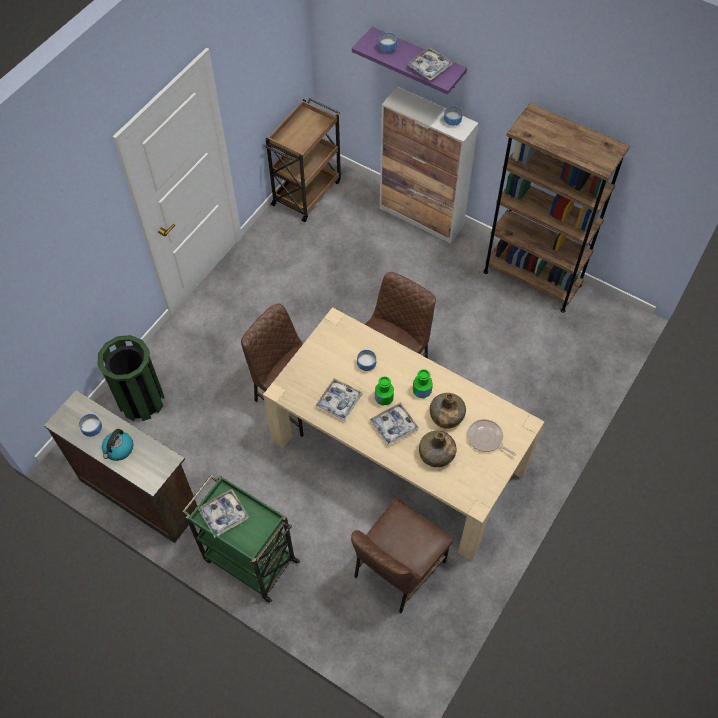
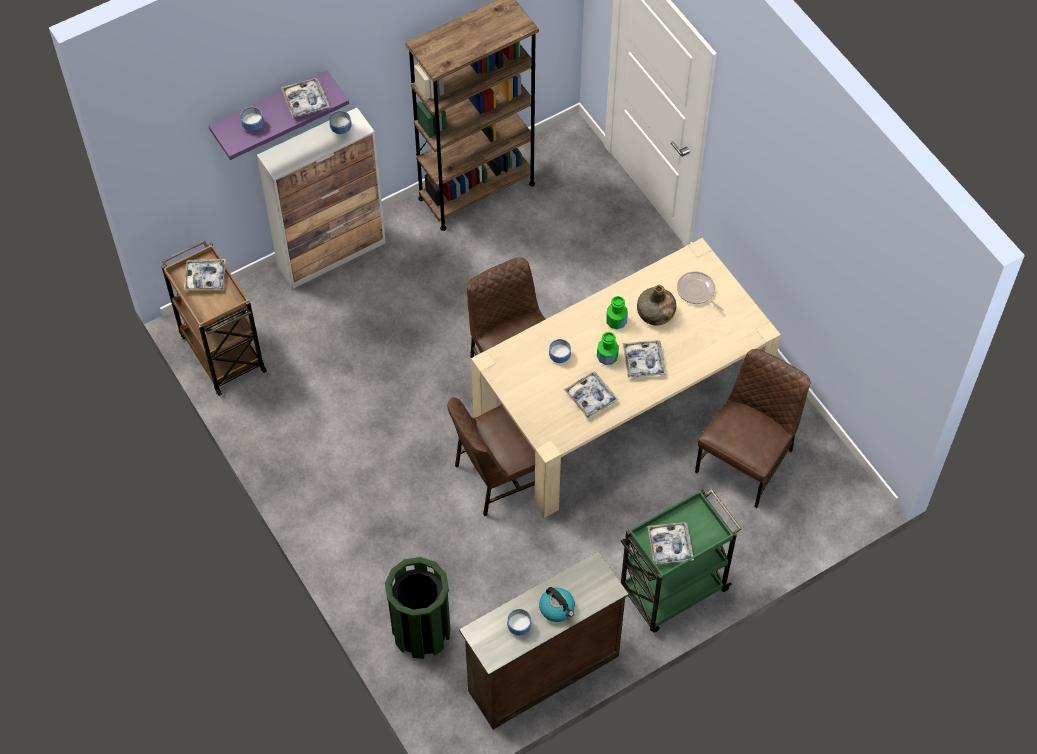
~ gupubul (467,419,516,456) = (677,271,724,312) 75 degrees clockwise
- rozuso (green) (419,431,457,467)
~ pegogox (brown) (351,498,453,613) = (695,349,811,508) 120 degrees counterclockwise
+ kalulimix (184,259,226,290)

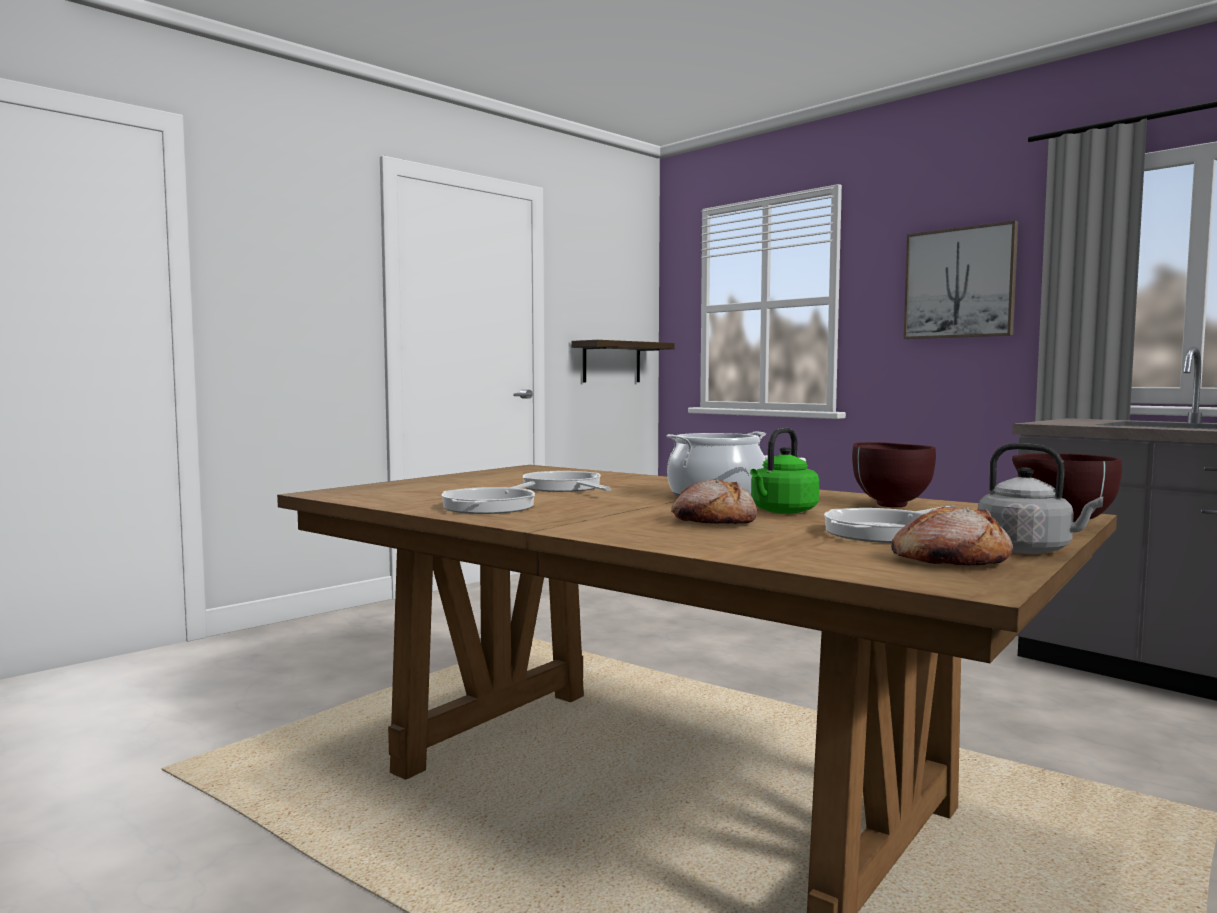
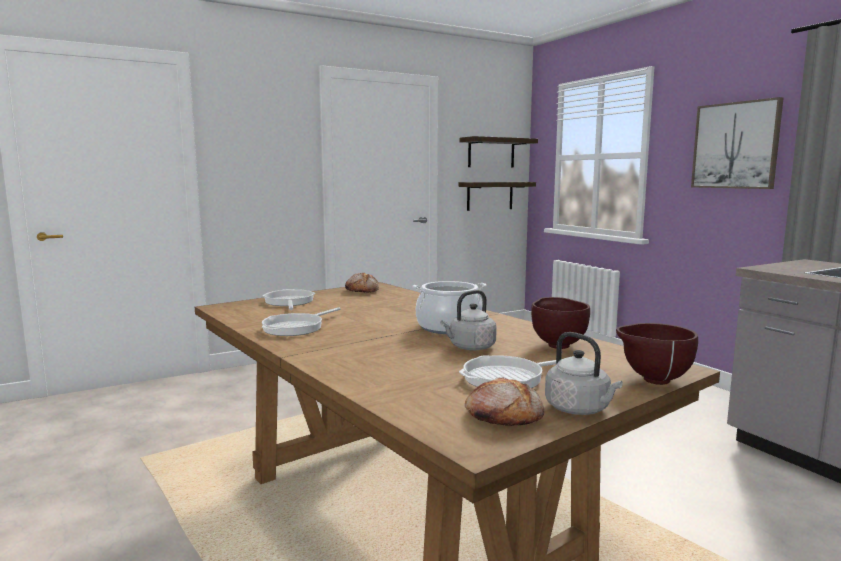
~ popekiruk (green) (750,428,819,514) to popekiruk (grey) (440,290,497,351)
~ gupubul (522,471,611,492) to (262,289,315,310)
~ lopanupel (671,479,757,524) to (345,273,379,292)
+ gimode (460,136,538,168)

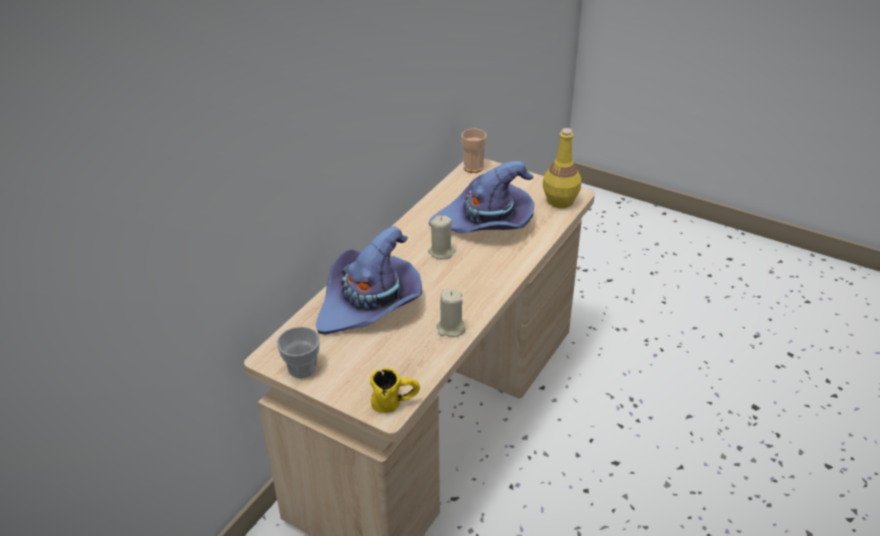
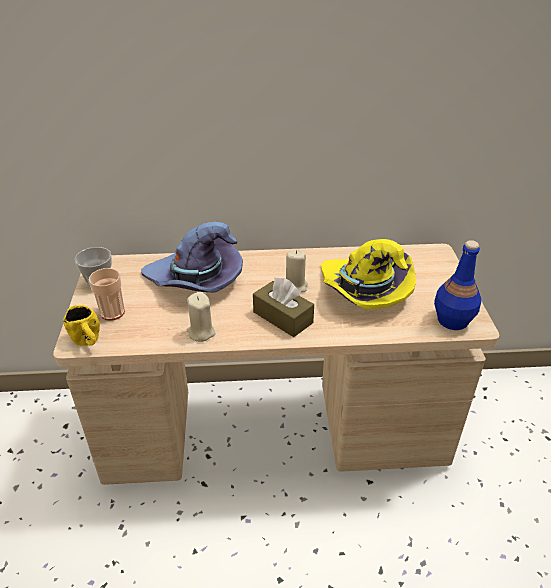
~ rozuso (yellow) (543,128,581,208) to rozuso (blue) (434,240,481,330)
~ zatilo (461,129,487,173) to (89,268,125,321)
~ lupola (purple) (429,161,534,233) to lupola (yellow) (321,239,416,309)
+ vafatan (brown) (253,278,314,337)

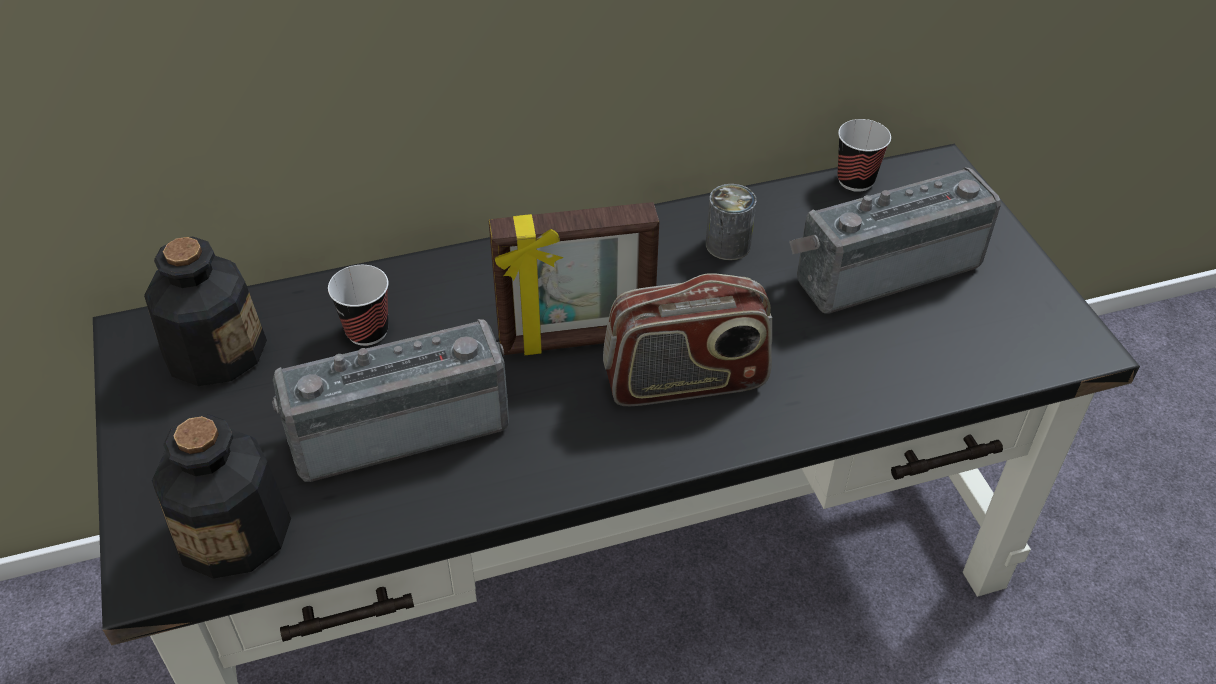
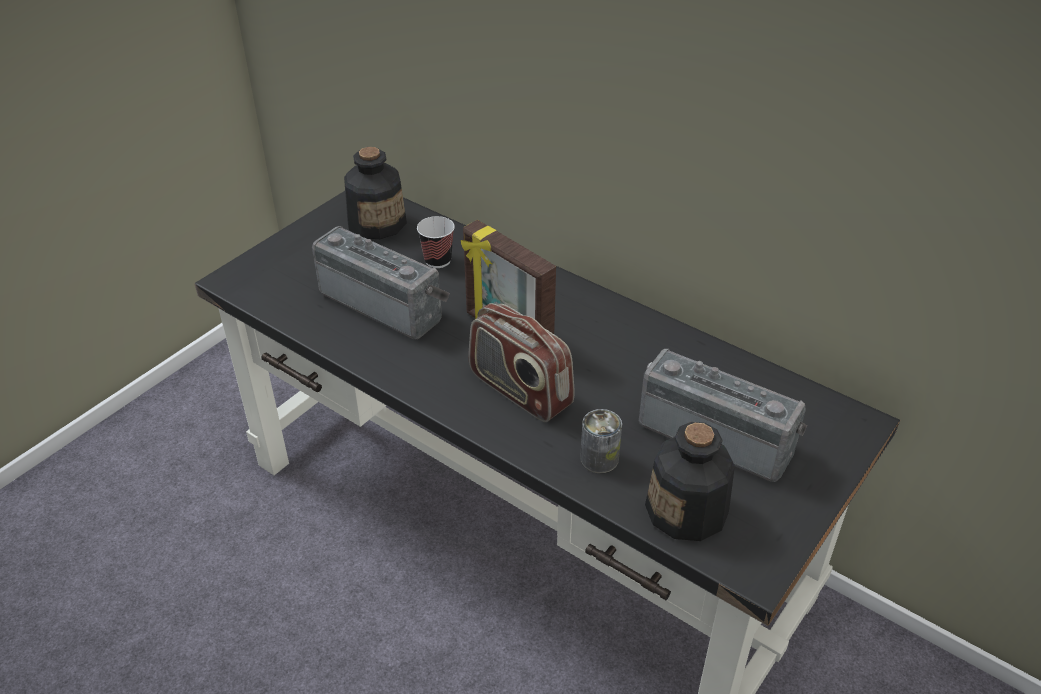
- zatilo (837,119,891,192)
~ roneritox (706,184,756,261) to (580,409,622,473)
~ rozuso (152,414,291,579) to (645,422,735,541)

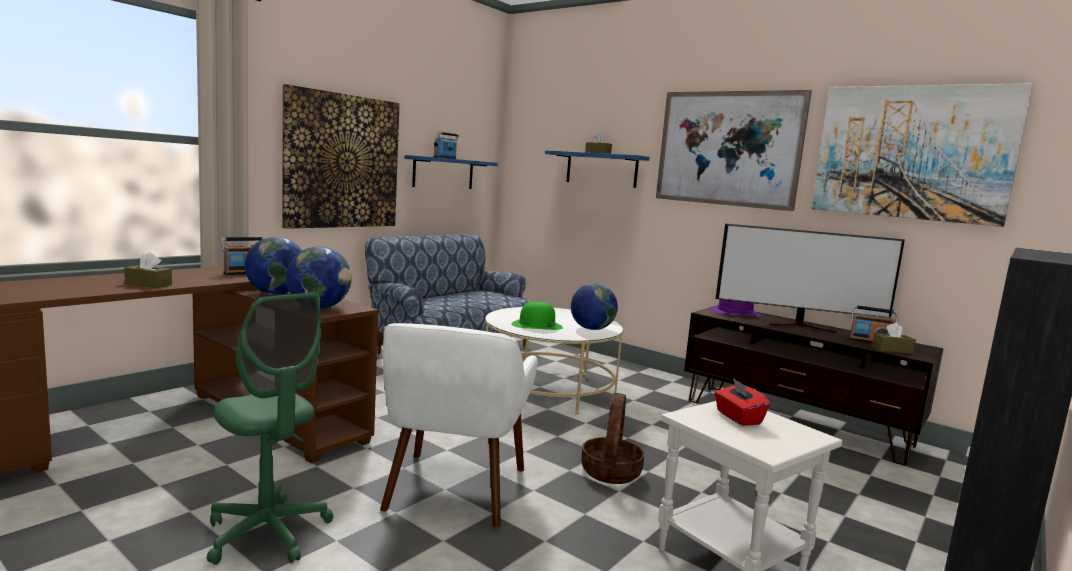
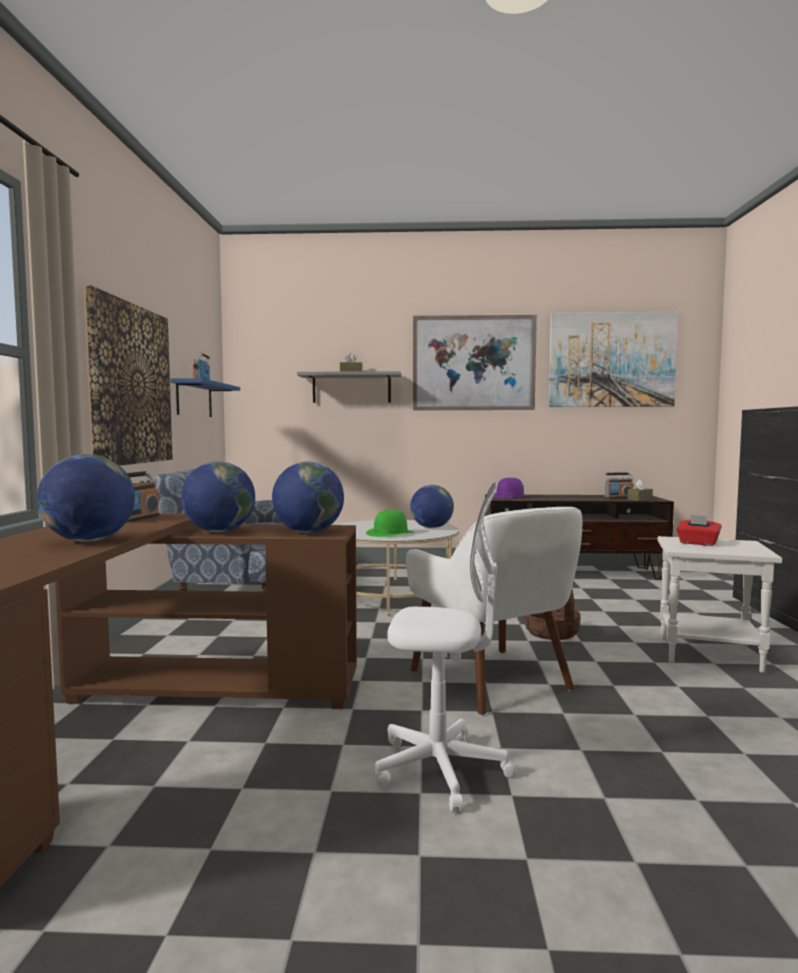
~ gimode (blue) (545,150,650,188) to gimode (grey) (297,371,401,403)
- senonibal (715,224,905,333)
~ vafatan (brown) (124,252,172,288) to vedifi (37,454,135,542)
~ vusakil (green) (207,293,333,565) to vusakil (white) (375,482,516,812)

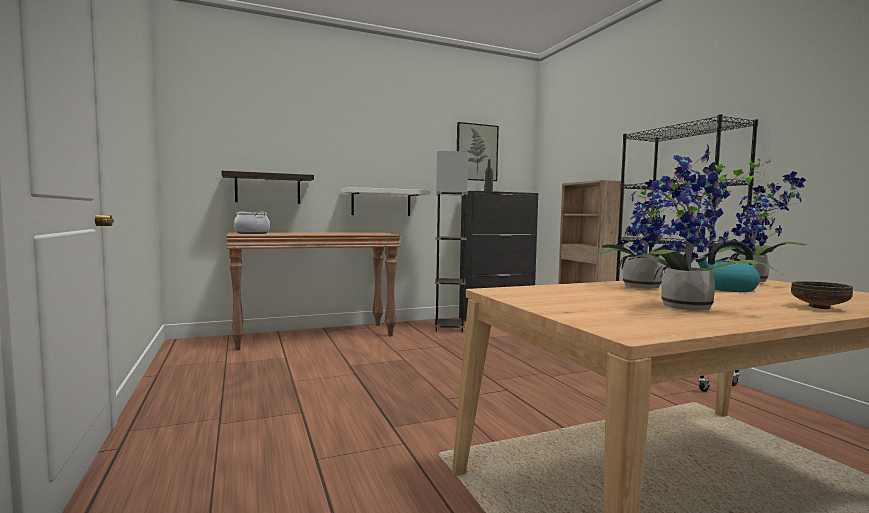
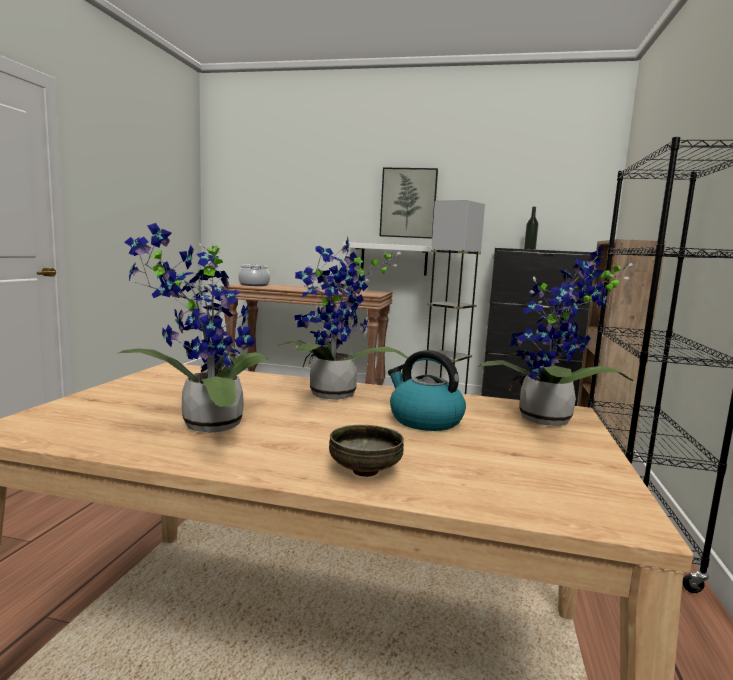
~ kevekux (457,122,499,181) to (380,168,438,239)
- gimode (222,171,314,204)

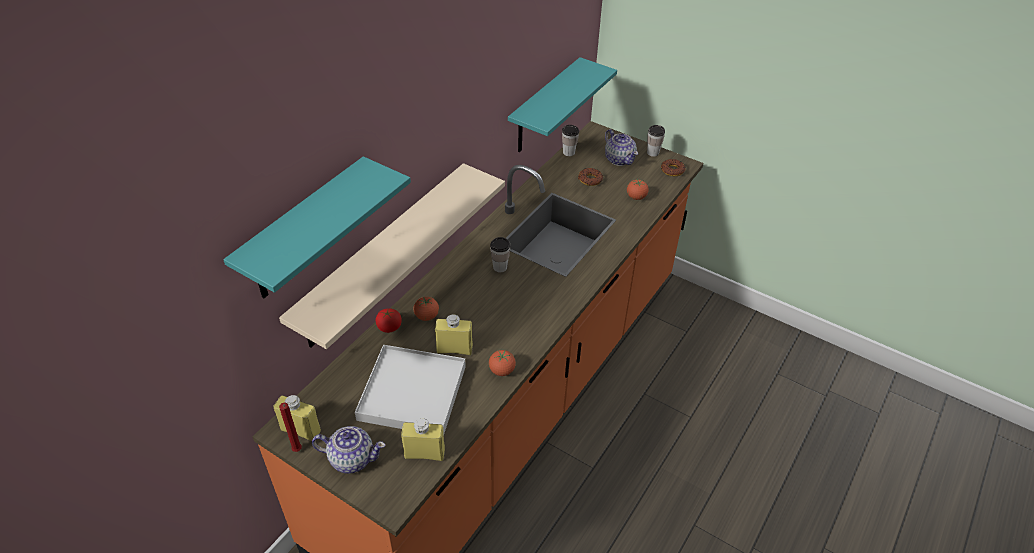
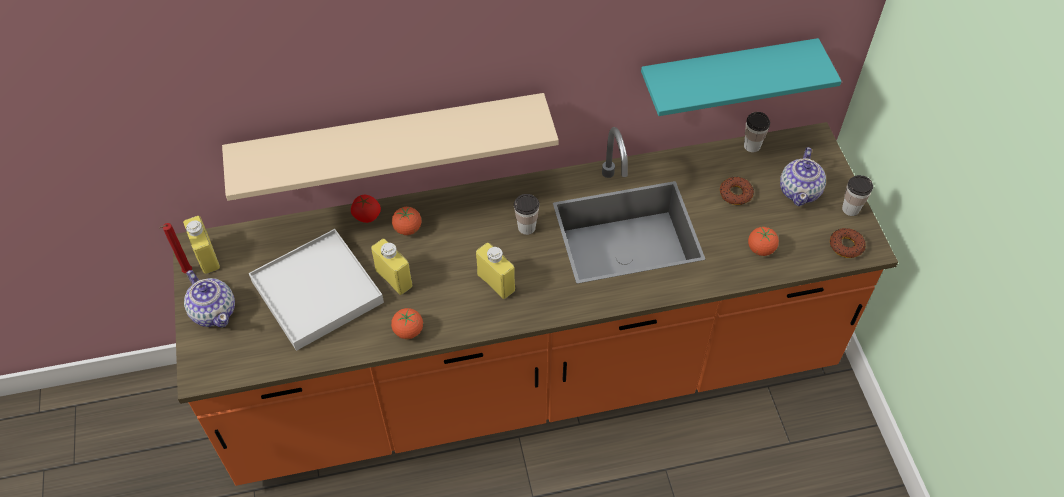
- gimode (turquoise) (223,156,411,298)
~ rozuso (yellow) (401,418,445,461) to (476,243,515,299)

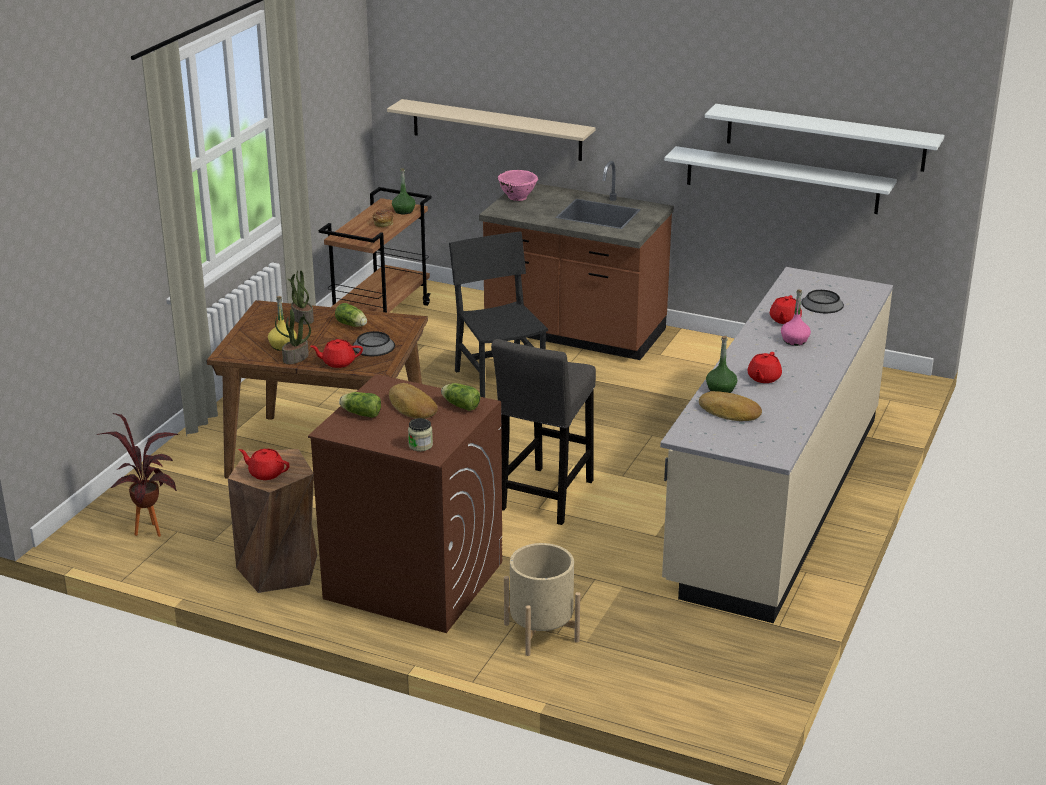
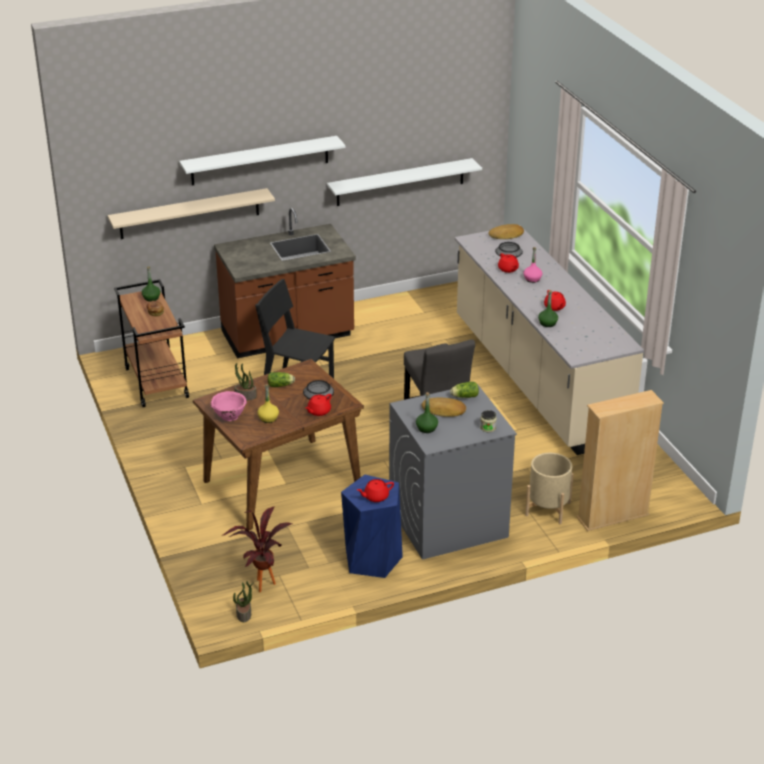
~ gimode (white) (705,104,944,172) to (179,136,346,186)
~ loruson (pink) (498,170,538,201) to (211,391,247,421)
~ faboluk (275,309,311,364) to (233,581,253,622)
~ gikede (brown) (308,374,502,633) to gikede (grey) (389,384,517,560)
~ lopanupel (699,391,762,421) to (488,224,524,239)
~ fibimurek (339,392,381,418) to rozuso (green) (416,392,438,433)
~ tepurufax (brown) (228,449,317,593) to tepurufax (blue) (341,475,403,578)
+ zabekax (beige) (576,390,664,531)

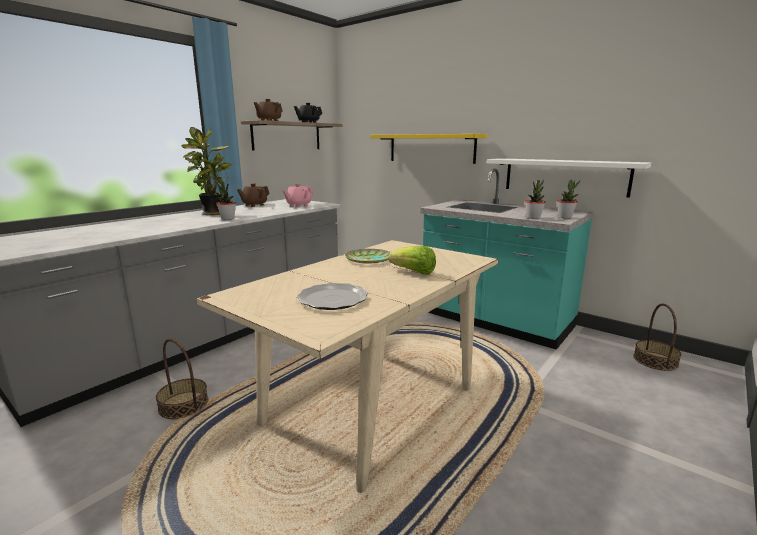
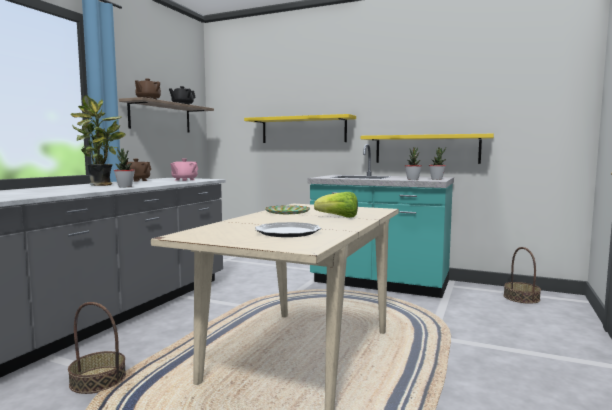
~ gimode (white) (487,158,651,198) to gimode (yellow) (361,134,494,164)

